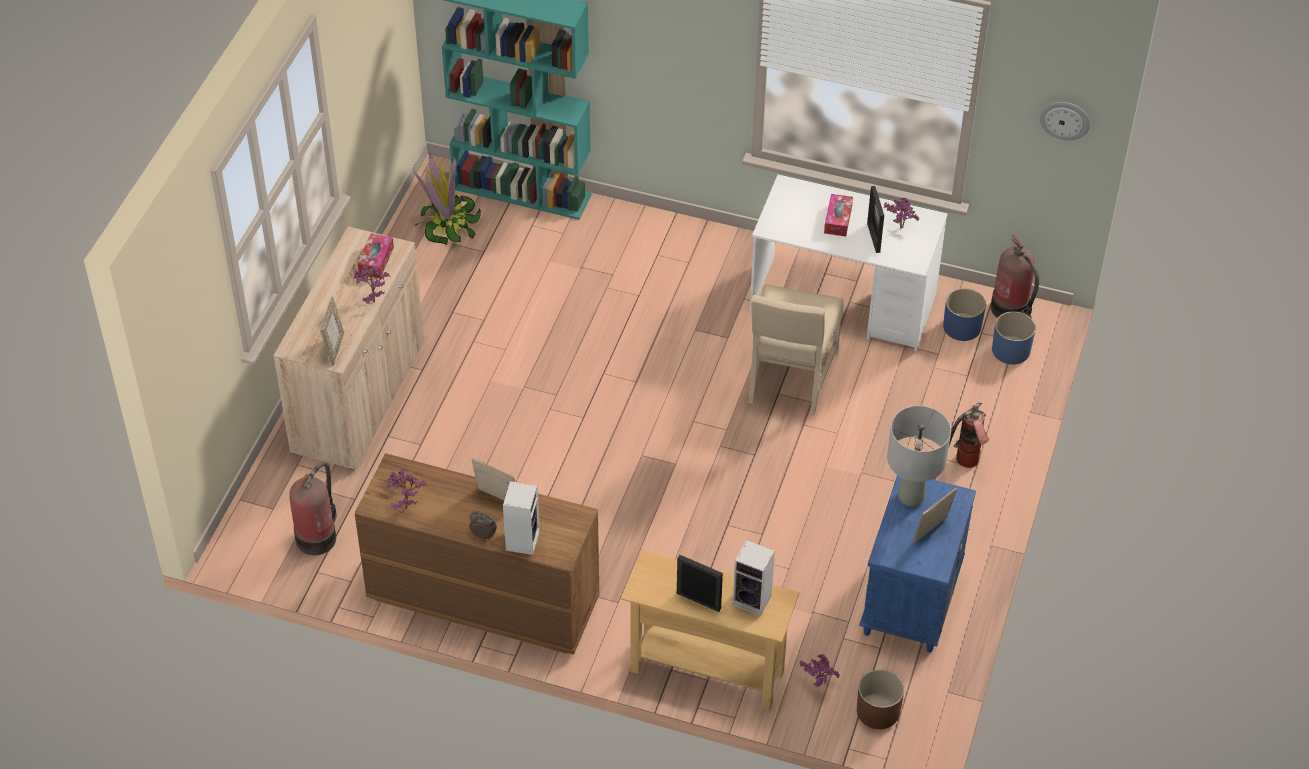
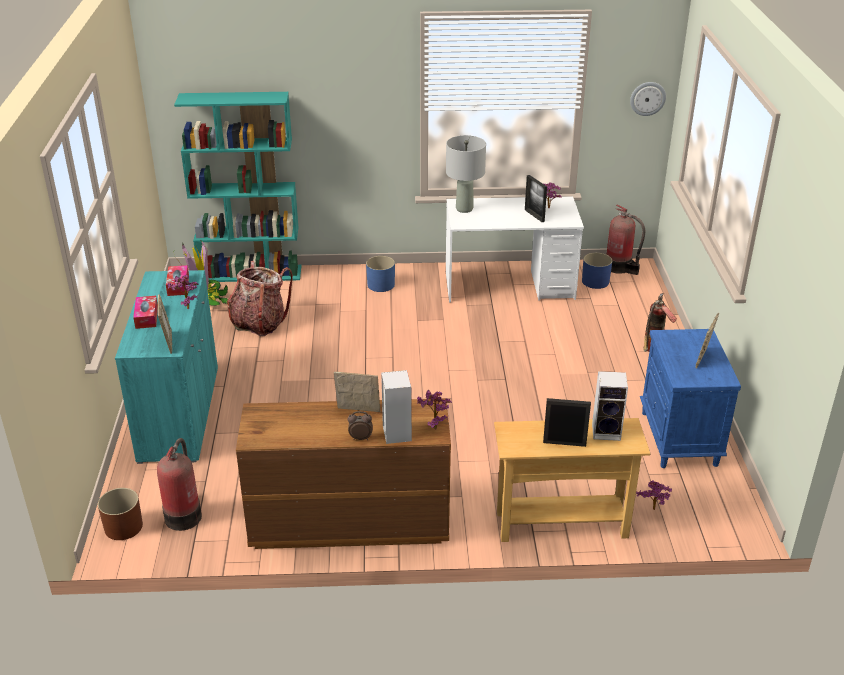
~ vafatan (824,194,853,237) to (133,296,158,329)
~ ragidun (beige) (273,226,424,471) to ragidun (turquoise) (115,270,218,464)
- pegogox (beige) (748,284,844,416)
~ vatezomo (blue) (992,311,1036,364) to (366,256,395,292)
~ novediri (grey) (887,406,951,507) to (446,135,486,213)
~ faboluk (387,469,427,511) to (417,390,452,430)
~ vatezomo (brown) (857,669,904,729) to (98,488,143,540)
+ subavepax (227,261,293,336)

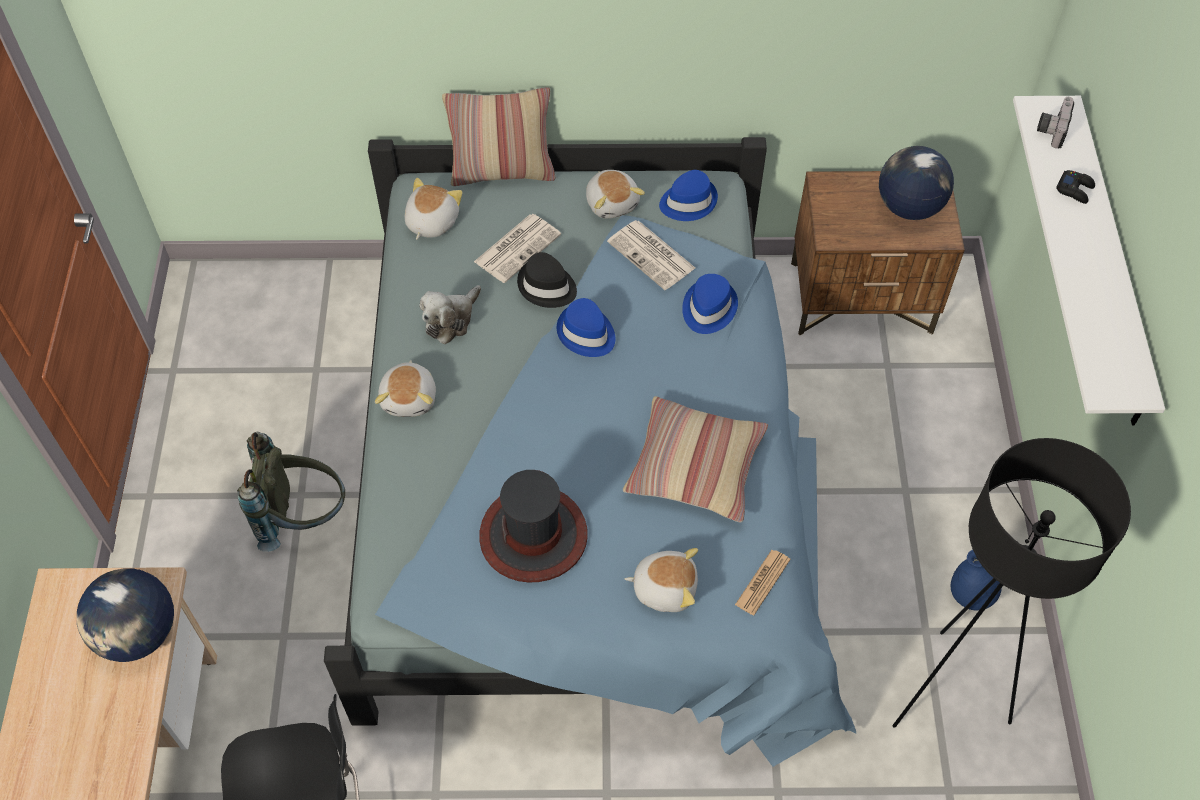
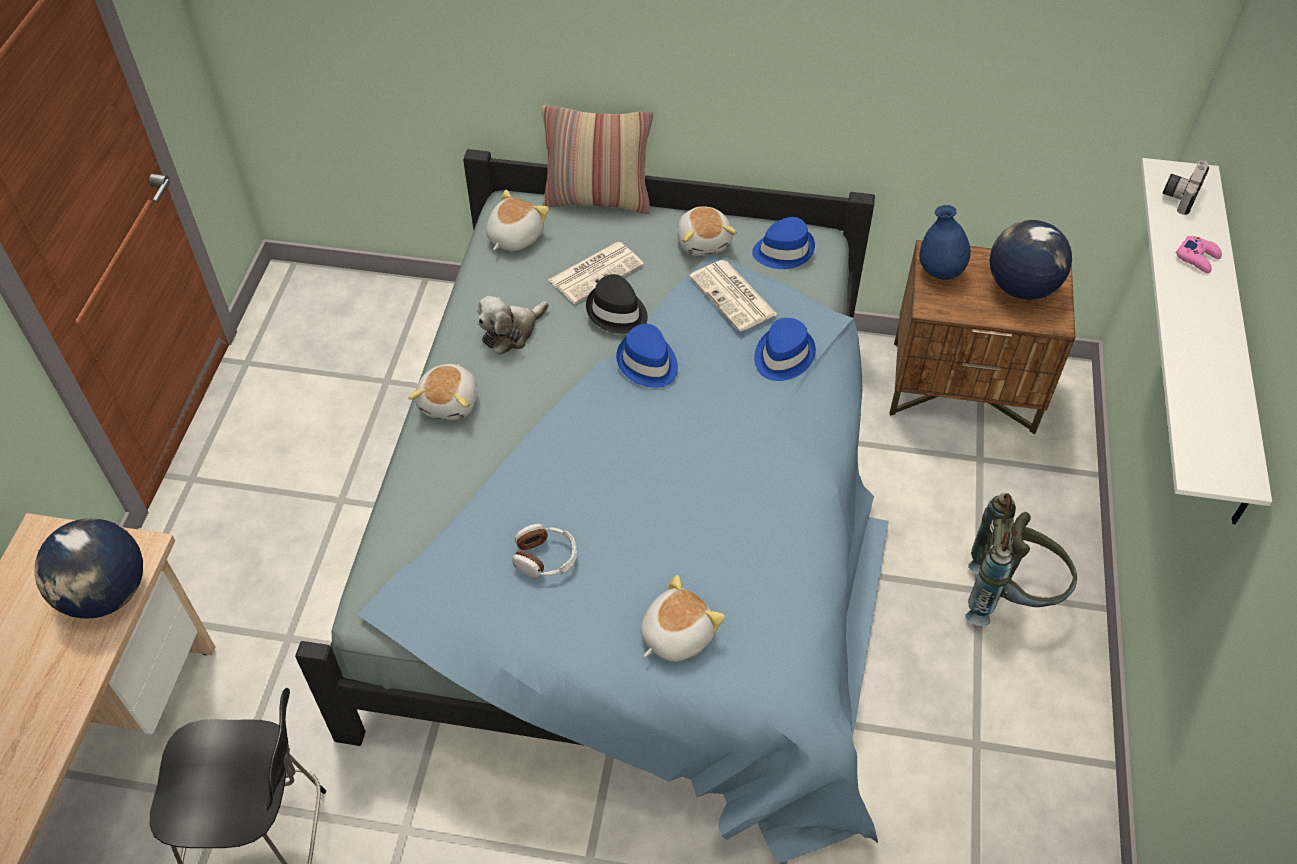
~ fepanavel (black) (1056,170,1095,204) to fepanavel (pink) (1176,236,1222,273)
- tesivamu (623,396,768,523)
~ subavepax (grey) (237,432,345,552) to (965,493,1077,626)
- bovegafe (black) (893,438,1131,728)
~ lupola (479,470,588,582) to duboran (512,524,577,578)
~ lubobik (625,548,698,612) = (641,575,725,662) 60 degrees counterclockwise
- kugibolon (735,550,791,615)
~ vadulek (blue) (951,550,1002,611) to (919,205,971,280)

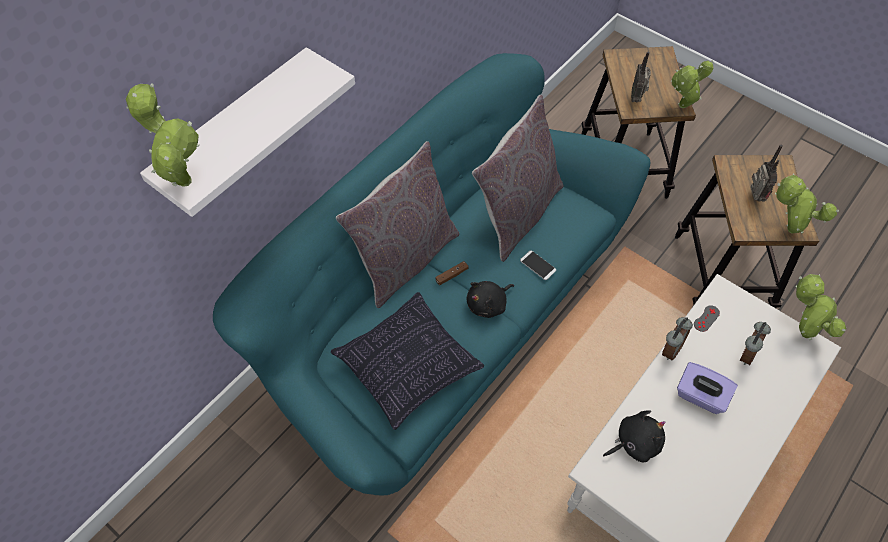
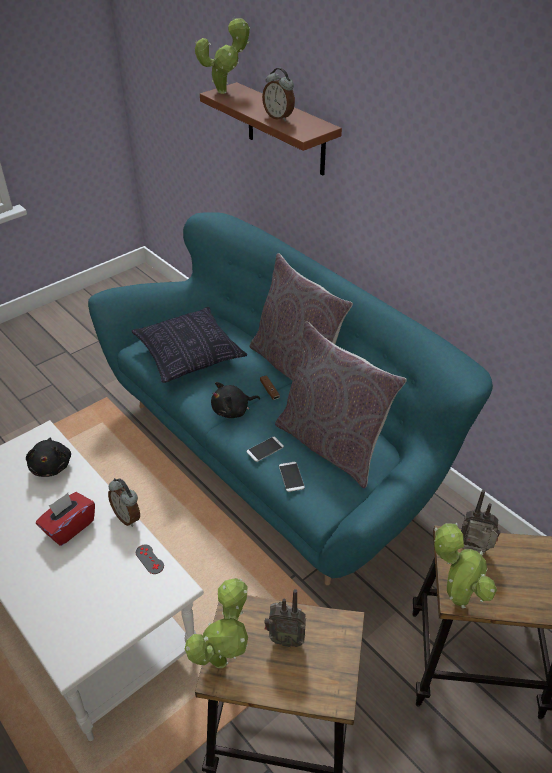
~ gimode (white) (140,47,355,217) to gimode (brown) (200,82,342,175)
- faboluk (796,274,846,340)
~ lubobik (black) (467,281,514,318) = (211,382,260,418) 90 degrees counterclockwise
~ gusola (740,322,771,365) to (262,68,295,121)
~ vafatan (purple) (677,362,738,414) to vafatan (red) (36,492,95,546)
+ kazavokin (279,462,305,492)

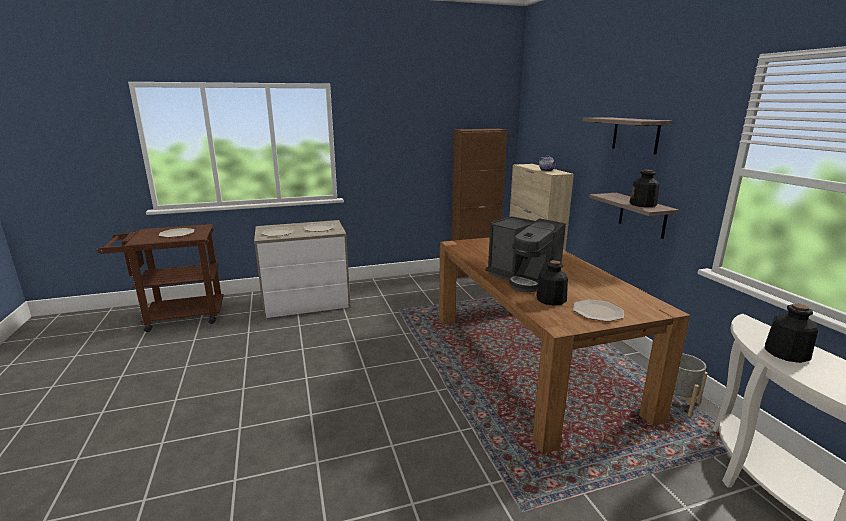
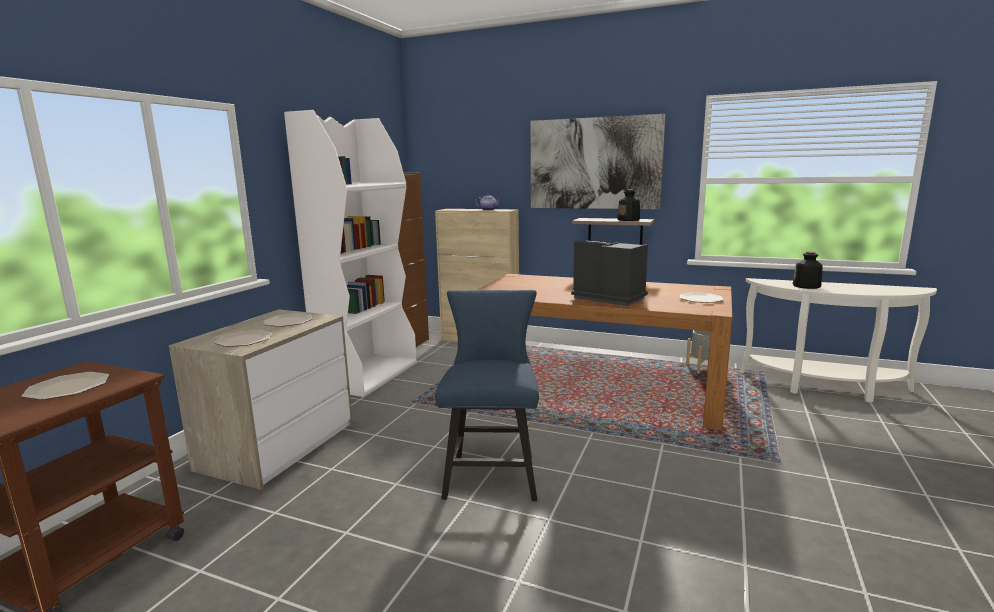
~ gimode (583,117,672,155) to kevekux (531,114,666,209)
~ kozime (486,216,566,292) = (571,241,648,306) 135 degrees counterclockwise
- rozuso (537,260,568,306)
+ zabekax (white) (284,110,417,397)
+ pegogox (blue) (435,290,539,501)

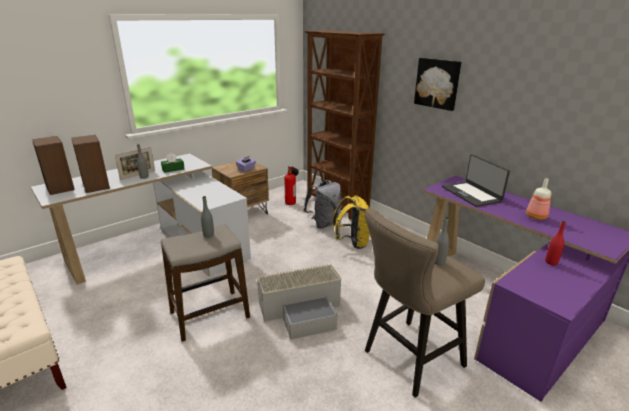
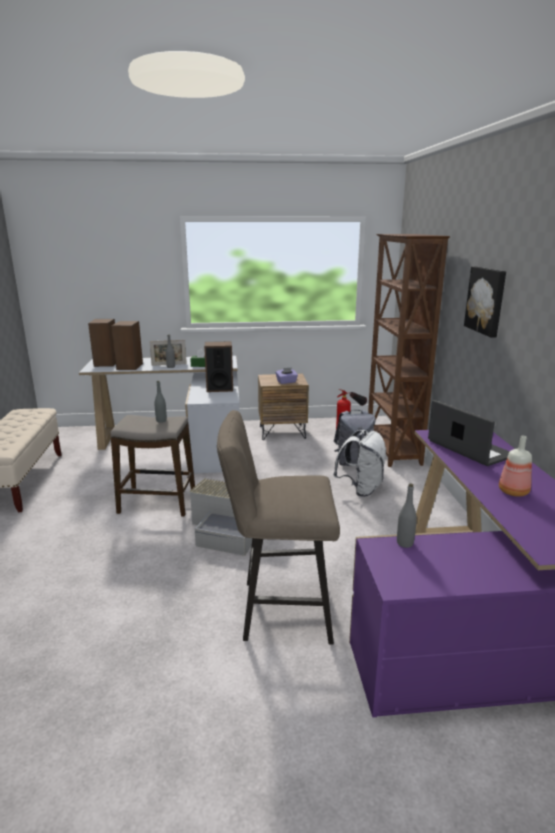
~ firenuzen (442,154,510,207) = (428,400,510,466) 135 degrees clockwise
~ subavepax (yellow) (332,195,370,249) to subavepax (white) (333,430,387,497)
~ rozuso (grey) (435,217,449,265) to (397,483,417,548)
- rozuso (red) (545,221,566,265)
+ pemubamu (204,341,233,392)

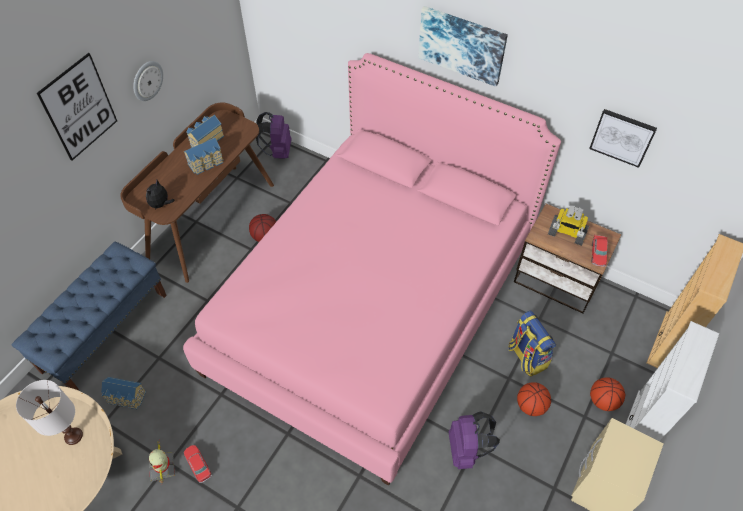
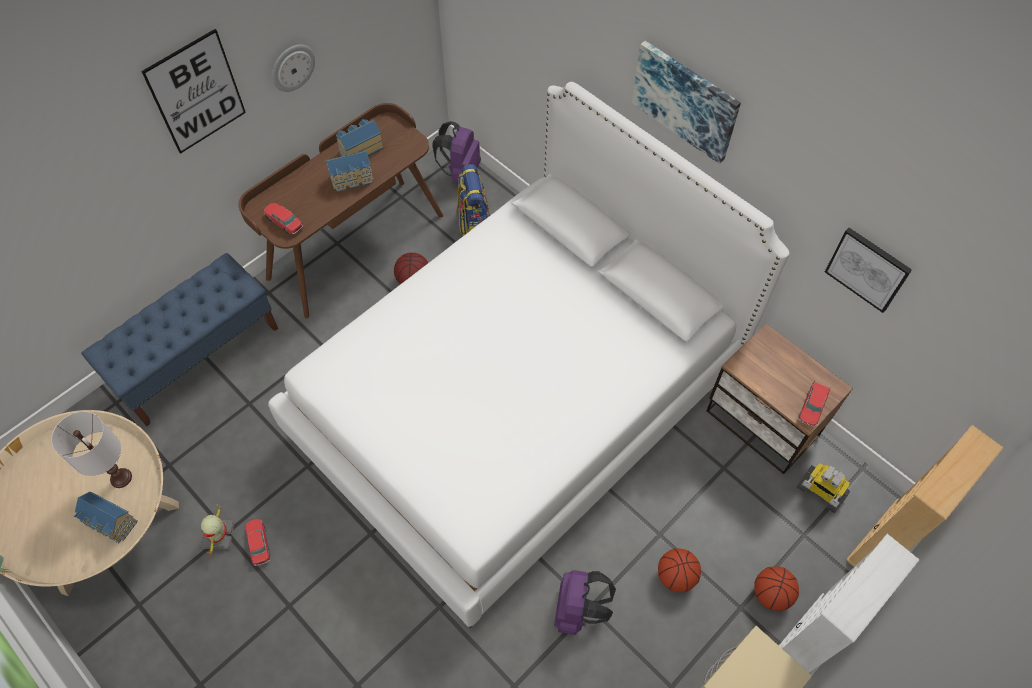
~ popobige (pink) (183,53,561,486) to popobige (white) (268,82,790,628)
~ lubobik (146,180,175,210) to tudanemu (264,203,303,234)
~ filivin (548,205,589,246) to (796,463,850,513)
~ subavepax (508,310,556,377) to (456,164,490,236)
~ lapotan (101,377,146,409) to (74,491,138,543)

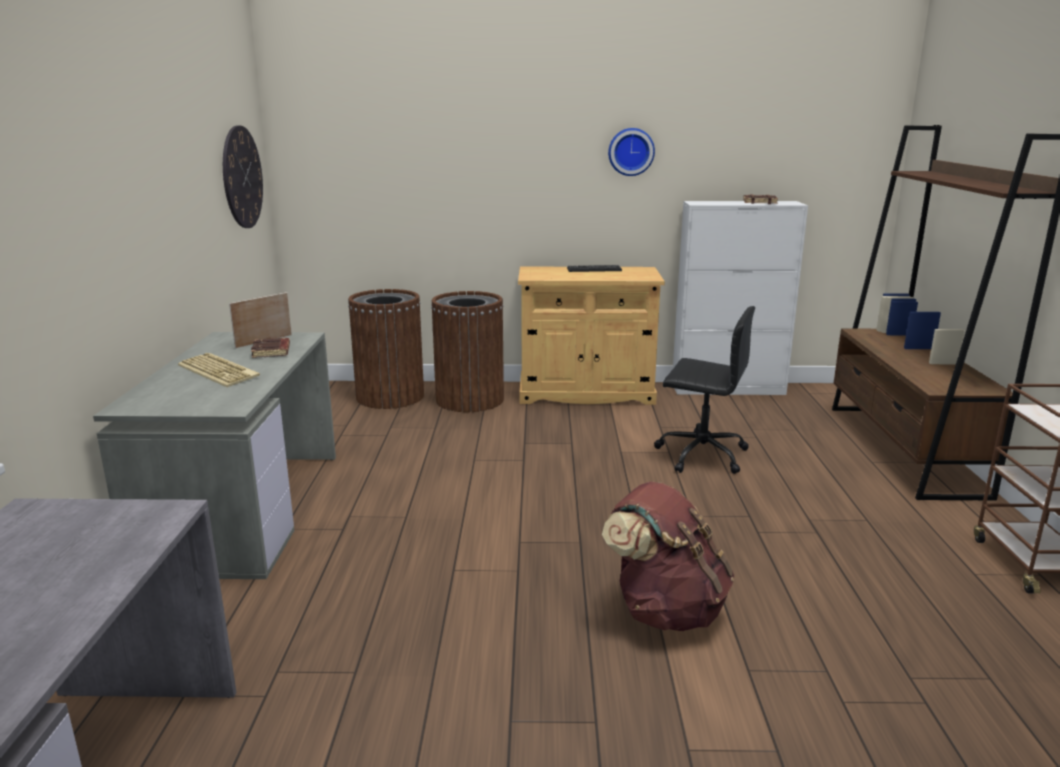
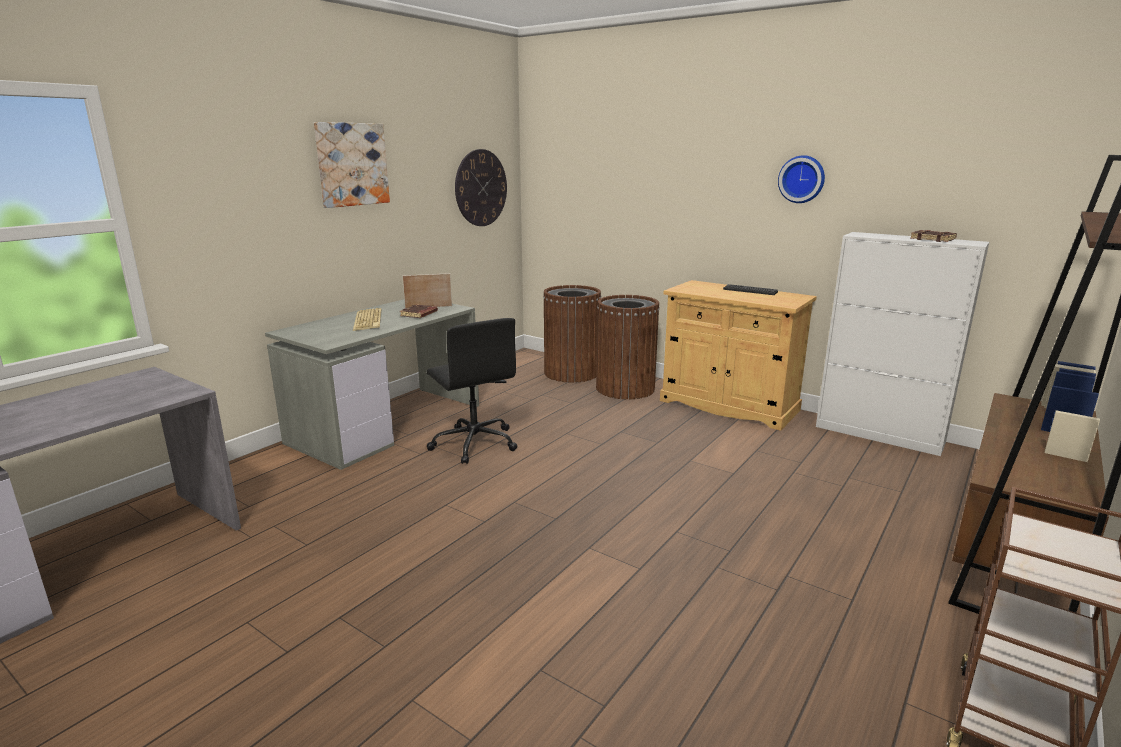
~ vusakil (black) (654,306,755,474) to (427,318,517,464)
- subavepax (brown) (602,482,734,631)
+ kevekux (314,122,390,208)

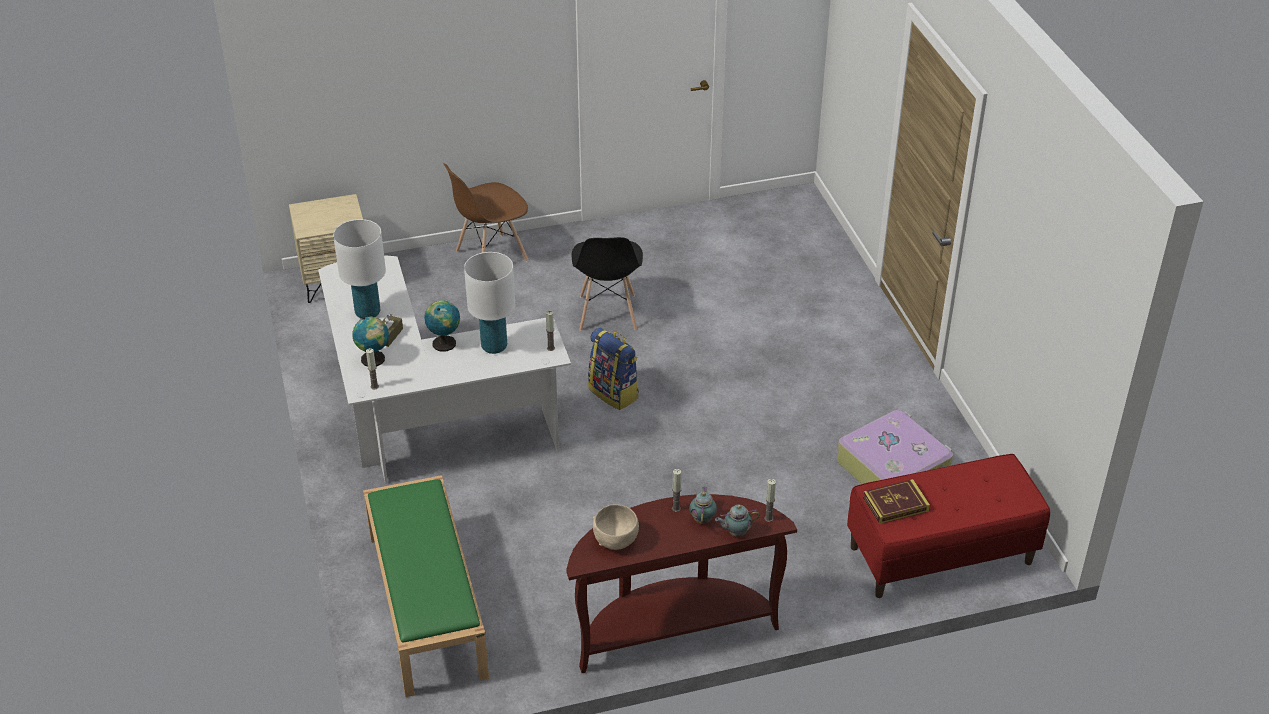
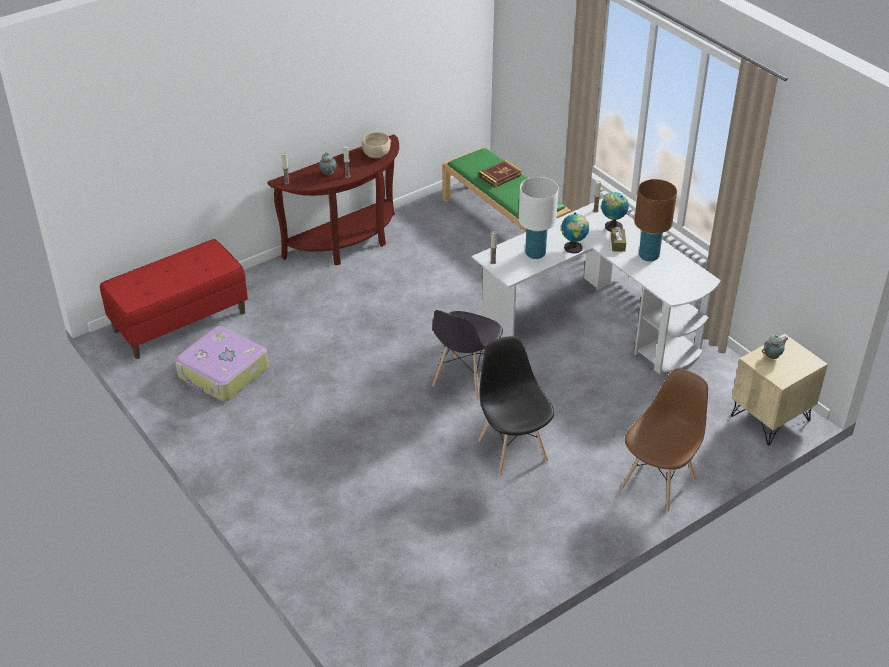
~ novediri (white) (333,219,386,319) to novediri (brown) (634,179,677,262)
~ subavepax (588,327,639,410) to pegogox (grey) (432,310,503,401)
~ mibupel (863,479,930,524) to (479,160,522,188)
~ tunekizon (715,505,760,537) to (762,335,788,359)

